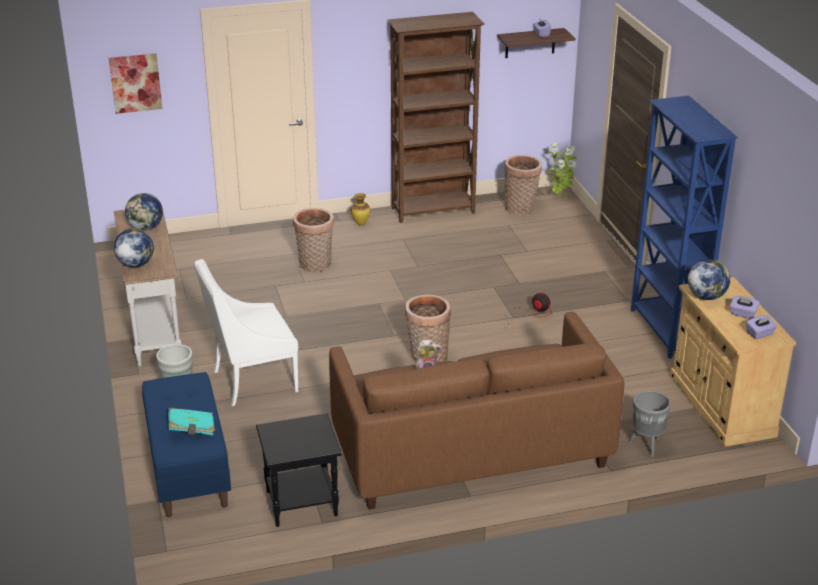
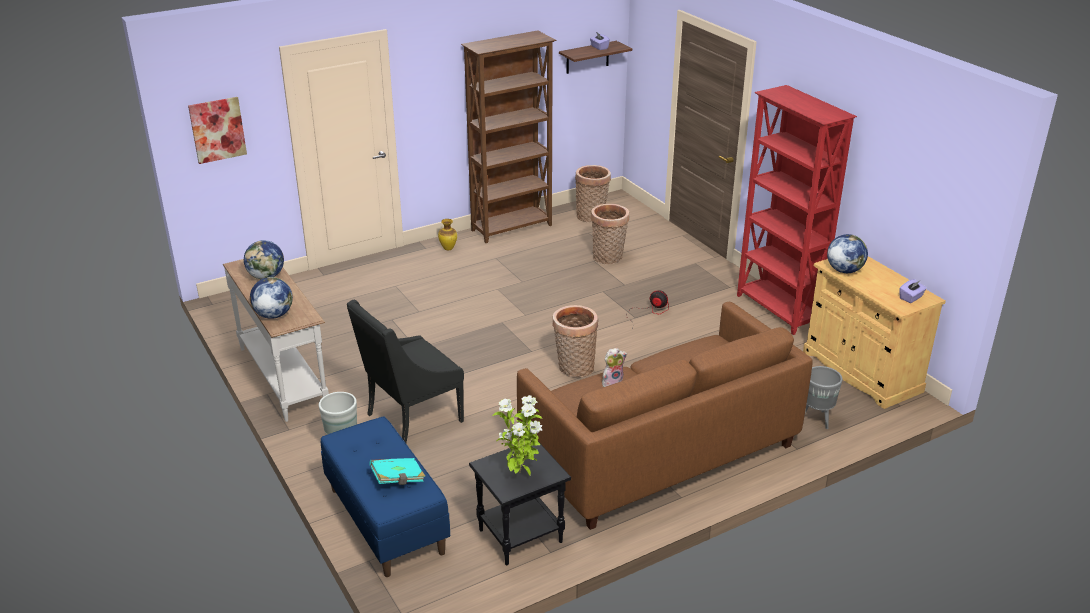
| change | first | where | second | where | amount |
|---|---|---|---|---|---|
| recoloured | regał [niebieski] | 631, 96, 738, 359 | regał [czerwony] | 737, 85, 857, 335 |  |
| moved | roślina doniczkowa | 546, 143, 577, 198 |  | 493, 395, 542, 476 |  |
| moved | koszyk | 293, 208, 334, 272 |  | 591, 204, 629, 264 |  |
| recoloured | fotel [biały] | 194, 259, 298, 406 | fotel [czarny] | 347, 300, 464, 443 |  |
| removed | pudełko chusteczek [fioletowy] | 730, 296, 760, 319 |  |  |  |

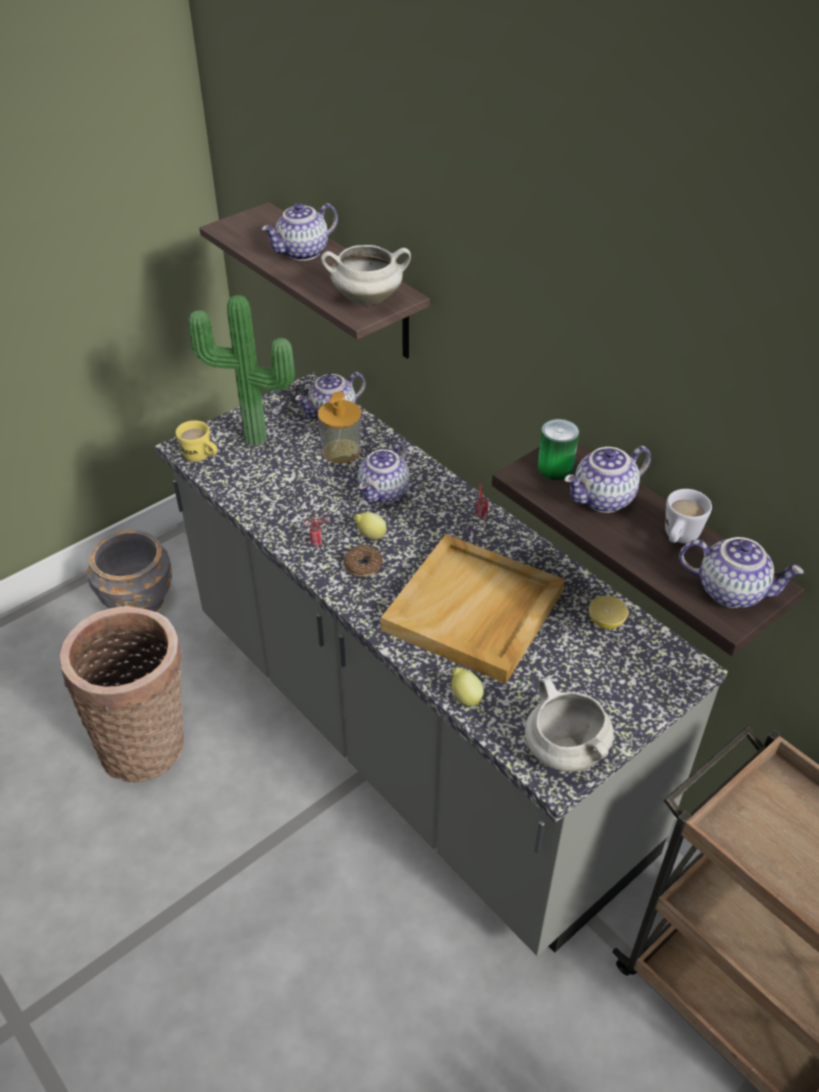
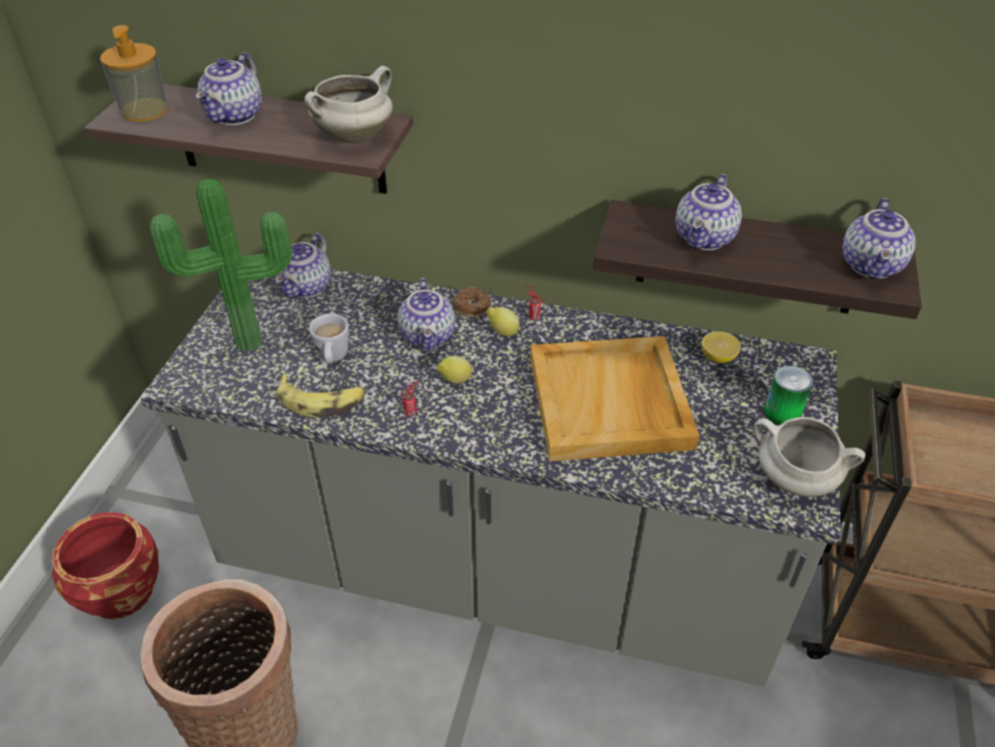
| change | first | where | second | where | amount |
|---|---|---|---|---|---|
| moved | dozownik mydła | 318, 392, 361, 463 |  | 100, 25, 168, 121 |  |
| moved | puszka | 537, 419, 579, 480 |  | 764, 366, 813, 425 |  |
| removed | kubek [żółty] | 175, 420, 218, 462 |  |  |  |
| moved | kubek [biały] | 665, 489, 712, 543 |  | 309, 314, 349, 364 |  |
| recoloured | donica [szary] | 87, 530, 172, 612 | donica [czerwony] | 52, 512, 159, 619 |  |
| turned | imbryk | 679, 537, 804, 608 |  | 843, 198, 916, 279 | 120 degrees clockwise |
| moved | donut | 343, 545, 383, 577 |  | 453, 287, 491, 317 |  |
| moved | cytryna | 451, 667, 484, 706 |  | 486, 307, 520, 337 |  |
| added |  |  | banan | 277, 374, 365, 418 |  |

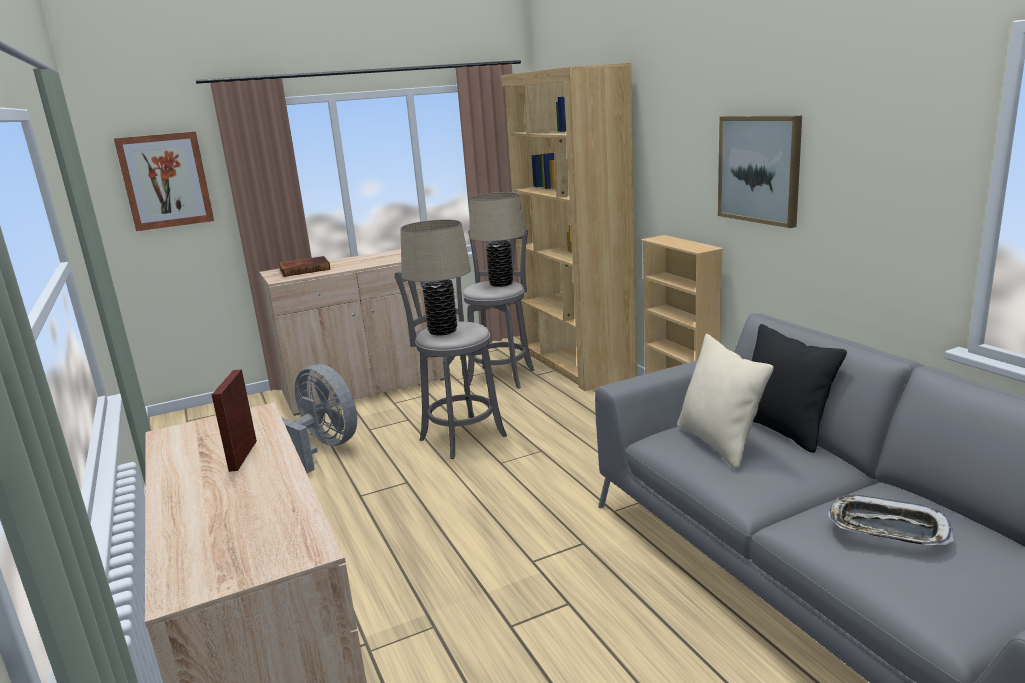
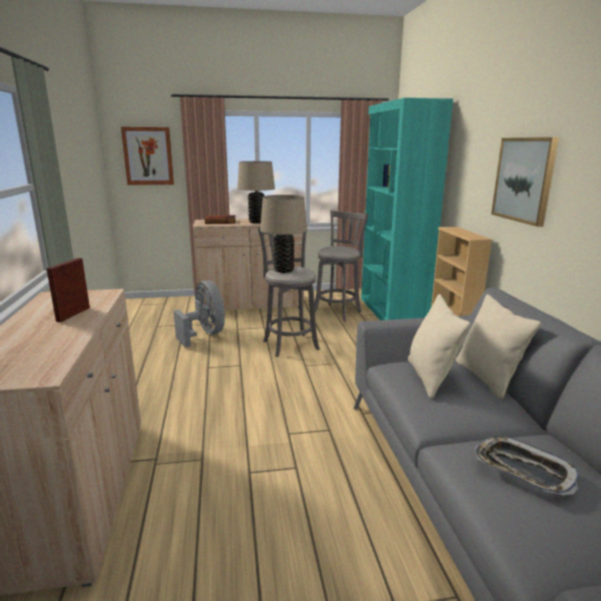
| change | first | where | second | where | amount |
|---|---|---|---|---|---|
| recoloured | regał [brązowy] | 501, 63, 637, 391 | regał [turkusowy] | 361, 98, 453, 320 |  |
| moved | lampa stołowa [beżowy] | 469, 192, 526, 287 |  | 237, 161, 275, 223 |  |
| recoloured | poduszka [czarny] | 752, 324, 847, 453 | poduszka [beżowy] | 456, 294, 541, 400 |  |

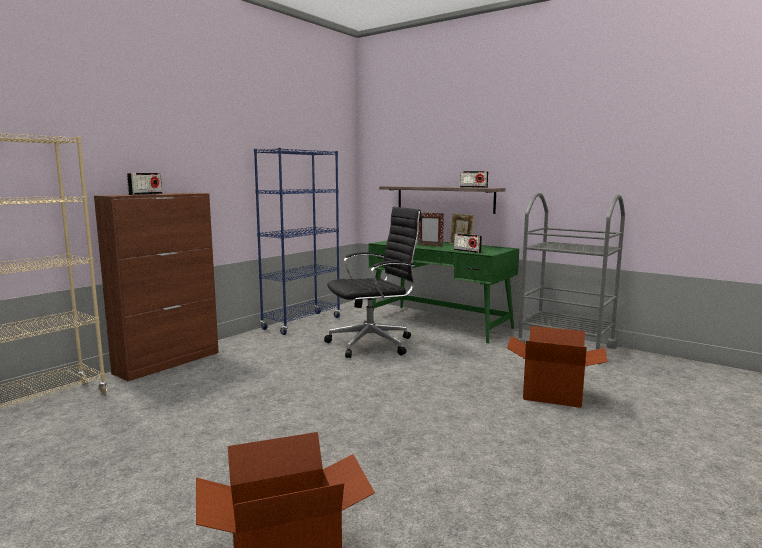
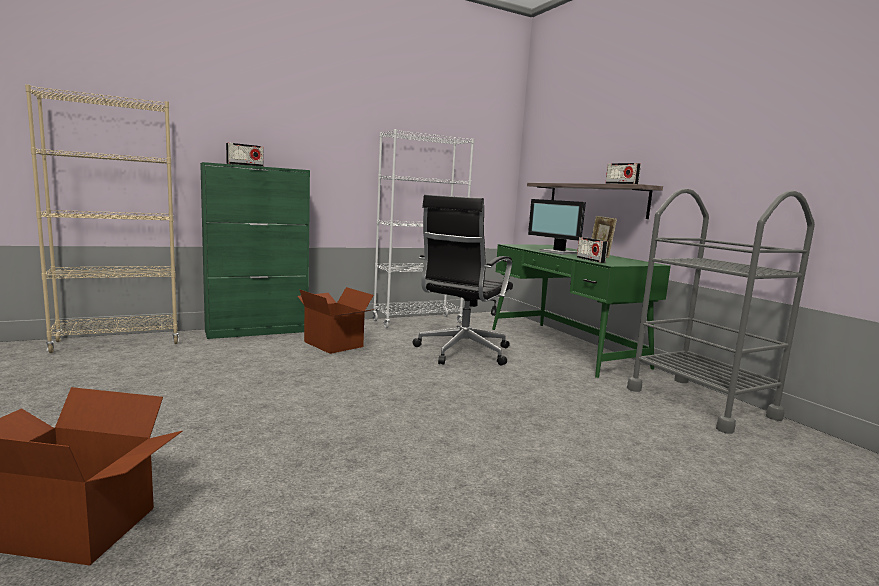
| change | first | where | second | where | amount |
|---|---|---|---|---|---|
| recoloured | regał [niebieski] | 254, 148, 341, 335 | regał [biały] | 373, 129, 474, 328 |  |
| recoloured | szafka [brązowy] | 94, 193, 219, 381 | szafka [zielony] | 200, 162, 310, 339 |  |
| turned | krzesło biurowe [czarny] | 324, 207, 422, 358 |  | 413, 195, 513, 366 | 120 degrees clockwise |
| replaced | ramka na zdjęcie | 417, 213, 444, 247 | monitor | 528, 199, 586, 255 |  |
| moved | karton | 507, 326, 608, 408 |  | 298, 287, 374, 354 |  |

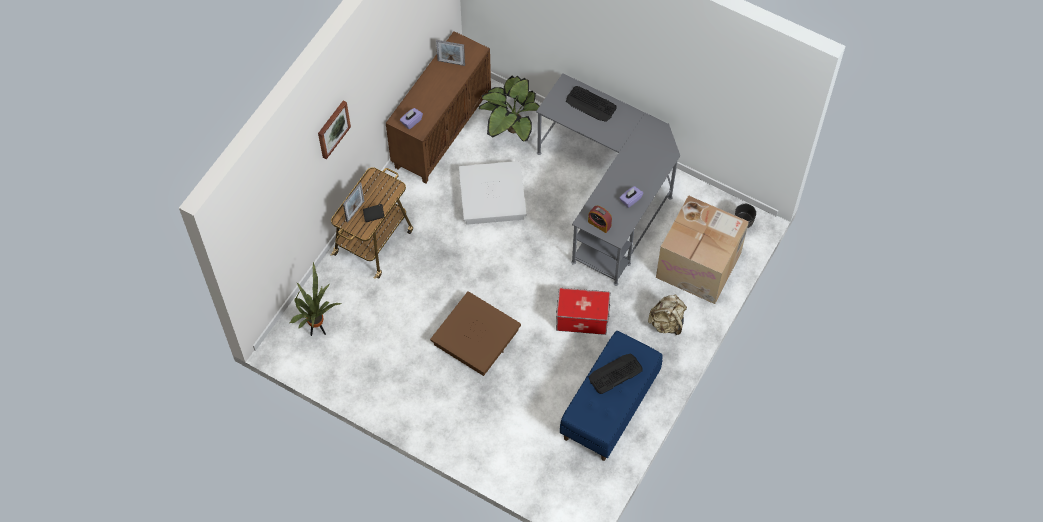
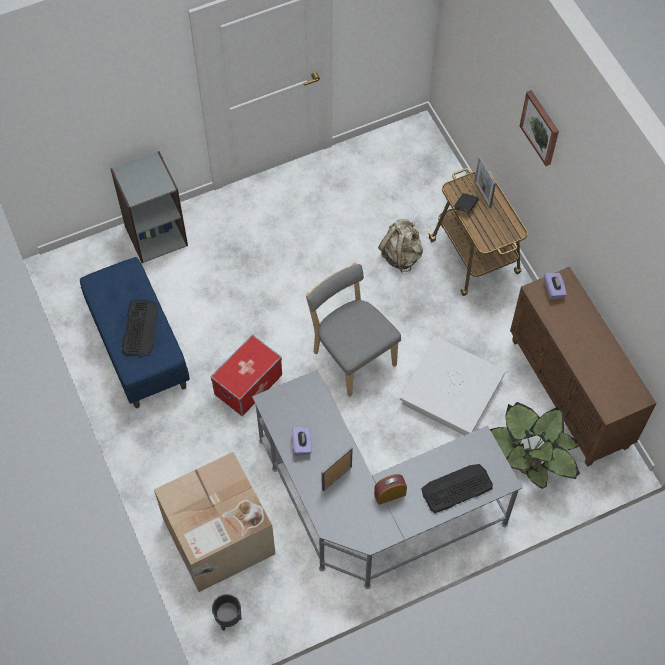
| change | first | where | second | where | amount |
|---|---|---|---|---|---|
| moved | ramka na zdjęcie | 436, 40, 465, 66 |  | 321, 447, 353, 491 |  |
| moved | budzik | 588, 206, 612, 233 |  | 374, 474, 407, 505 |  |
| removed | roślina doniczkowa | 290, 262, 341, 336 |  |  |  |
| removed | pojemnik do przechowywania [brązowy] | 430, 291, 521, 376 |  |  |  |
| moved | plecak [beżowy] | 648, 295, 687, 335 |  | 378, 219, 423, 273 |  |
| added |  |  | regał [szary] | 110, 151, 188, 263 |  |
| added |  |  | krzesło [szary] | 306, 263, 401, 397 |  |

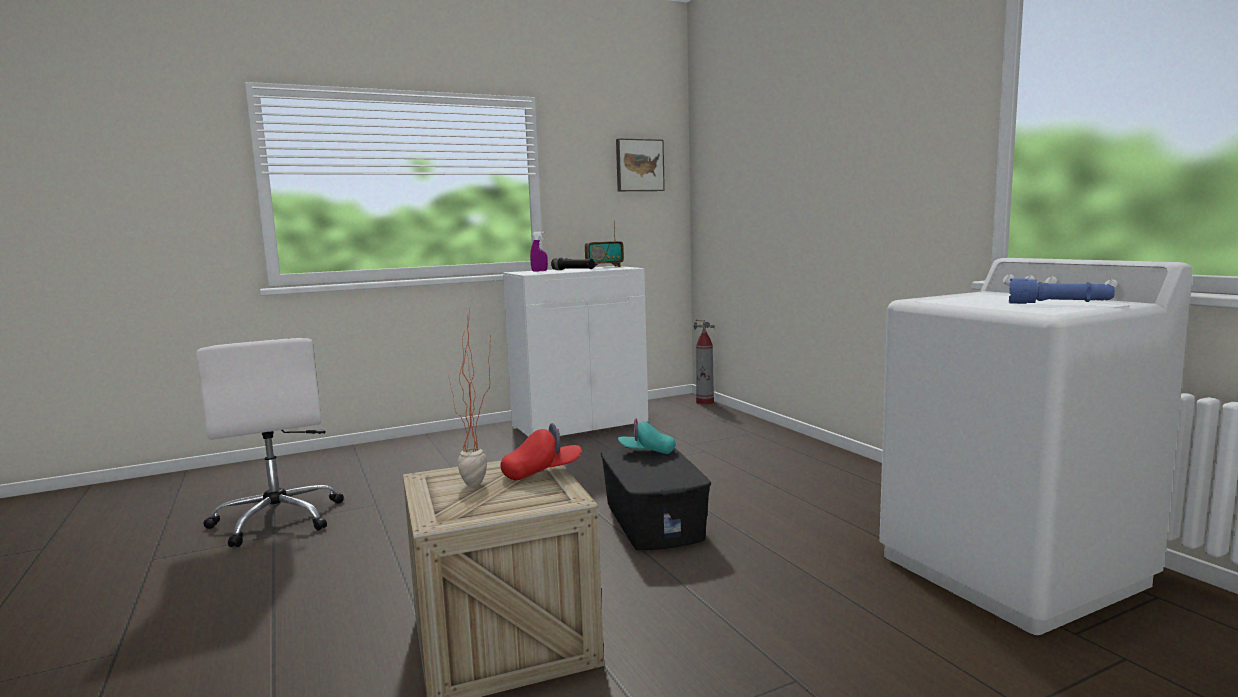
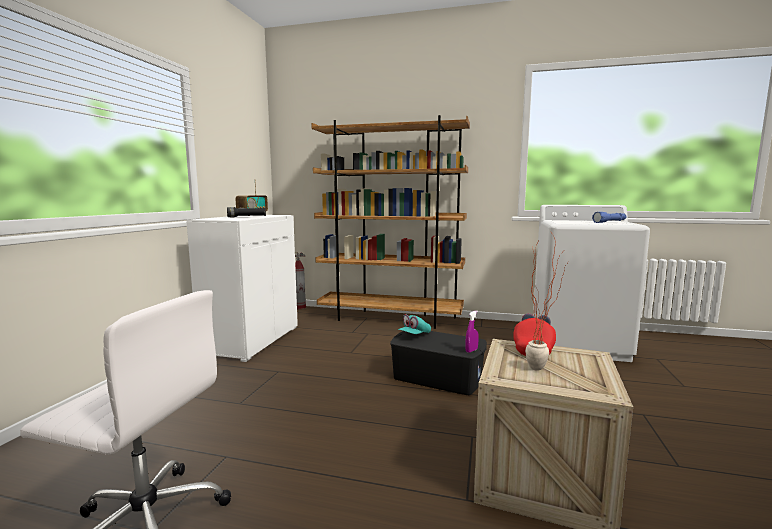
| change | first | where | second | where | amount |
|---|---|---|---|---|---|
| removed | obraz | 616, 138, 665, 191 |  |  |  |
| moved | spryskiwacz [fioletowy] | 530, 231, 548, 272 |  | 465, 311, 479, 353 |  |
| added |  |  | regał [brązowy] | 311, 115, 470, 329 |  |

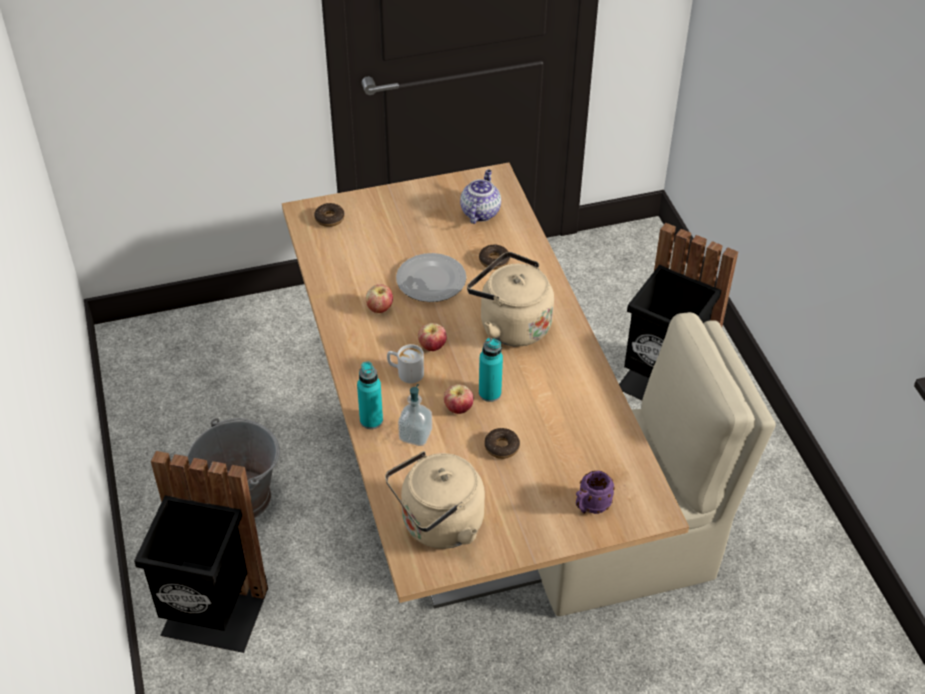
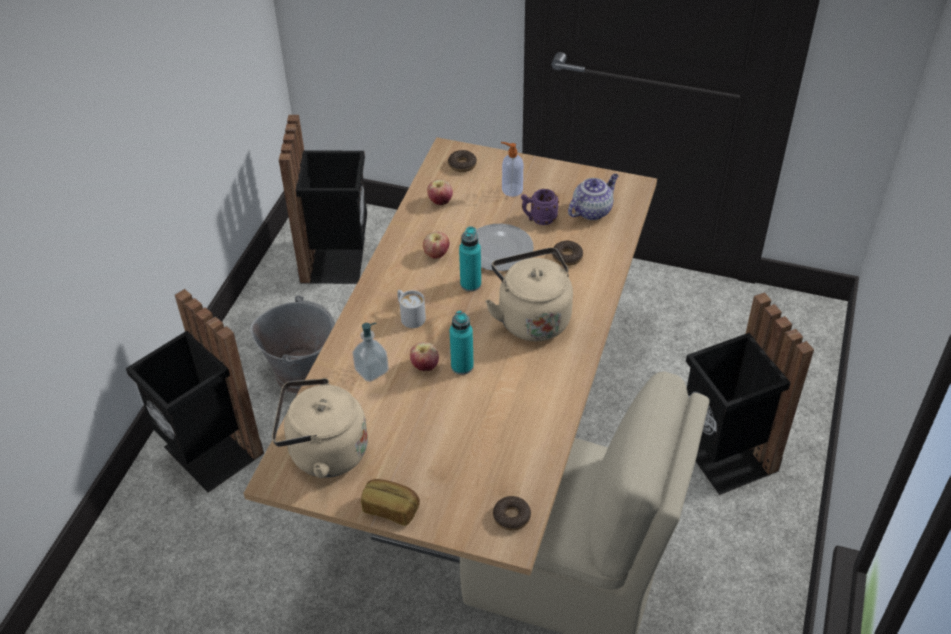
| change | first | where | second | where | amount |
|---|---|---|---|---|---|
| moved | jabłko | 418, 323, 447, 351 |  | 427, 179, 453, 205 |  |
| moved | butelka [turkusowy] | 357, 362, 383, 429 |  | 459, 226, 481, 292 |  |
| moved | donut | 484, 428, 520, 459 |  | 493, 496, 531, 531 |  |
| moved | kubek [fioletowy] | 576, 471, 615, 514 |  | 521, 189, 559, 225 |  |
| added |  |  | kosz na śmieci [czarny] | 279, 115, 367, 284 |  |
| added |  |  | dozownik mydła | 501, 142, 523, 197 |  |
| added |  |  | chleb | 361, 479, 420, 526 |  |

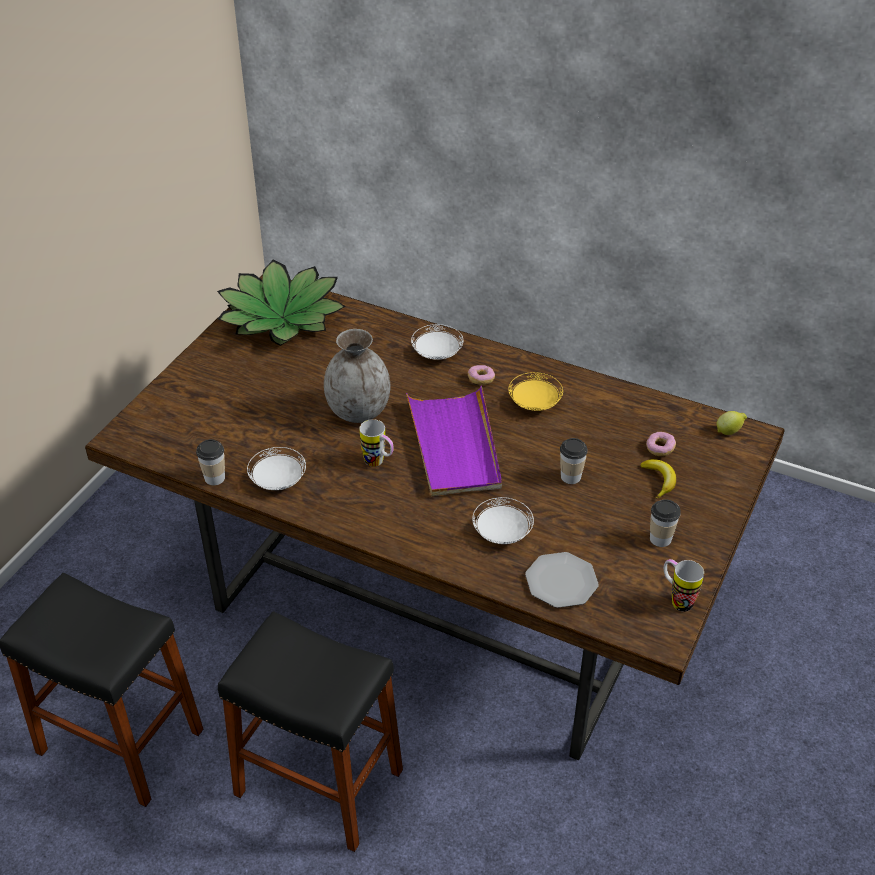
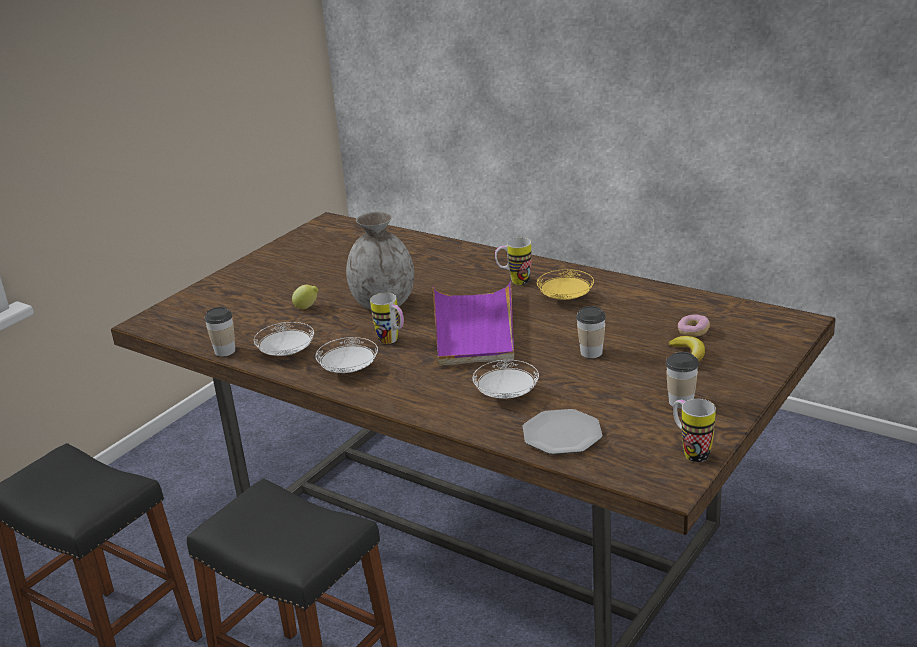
| change | first | where | second | where | amount |
|---|---|---|---|---|---|
| removed | roślina doniczkowa | 217, 259, 346, 346 |  |  |  |
| moved | talerz [biały] | 411, 324, 463, 360 |  | 315, 337, 378, 373 |  |
| replaced | donut | 468, 365, 495, 385 | kubek | 495, 238, 532, 285 |  |
| moved | cytryna | 717, 411, 747, 435 |  | 292, 285, 319, 309 |  |

